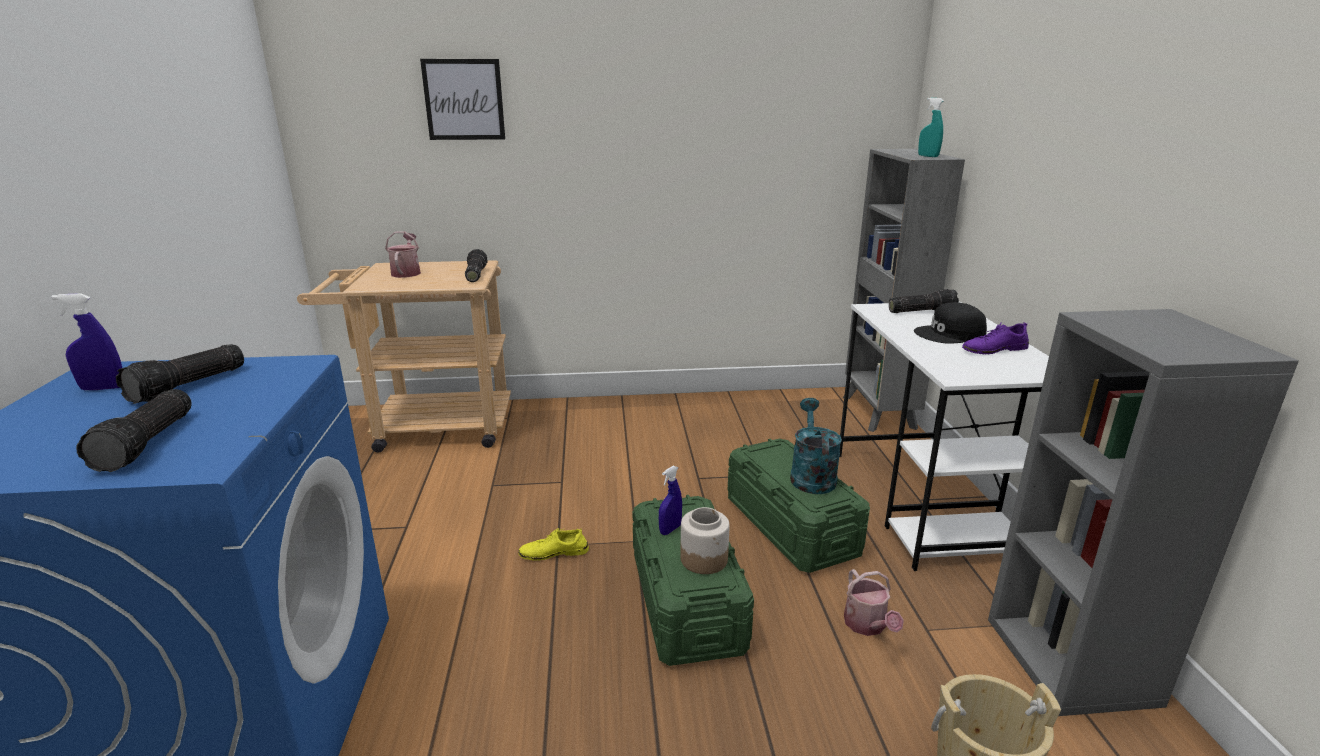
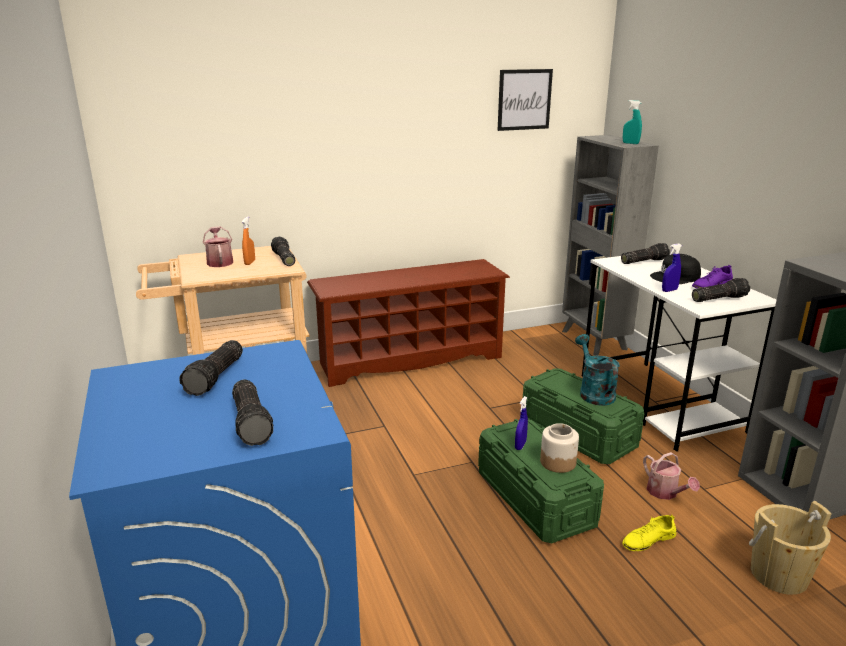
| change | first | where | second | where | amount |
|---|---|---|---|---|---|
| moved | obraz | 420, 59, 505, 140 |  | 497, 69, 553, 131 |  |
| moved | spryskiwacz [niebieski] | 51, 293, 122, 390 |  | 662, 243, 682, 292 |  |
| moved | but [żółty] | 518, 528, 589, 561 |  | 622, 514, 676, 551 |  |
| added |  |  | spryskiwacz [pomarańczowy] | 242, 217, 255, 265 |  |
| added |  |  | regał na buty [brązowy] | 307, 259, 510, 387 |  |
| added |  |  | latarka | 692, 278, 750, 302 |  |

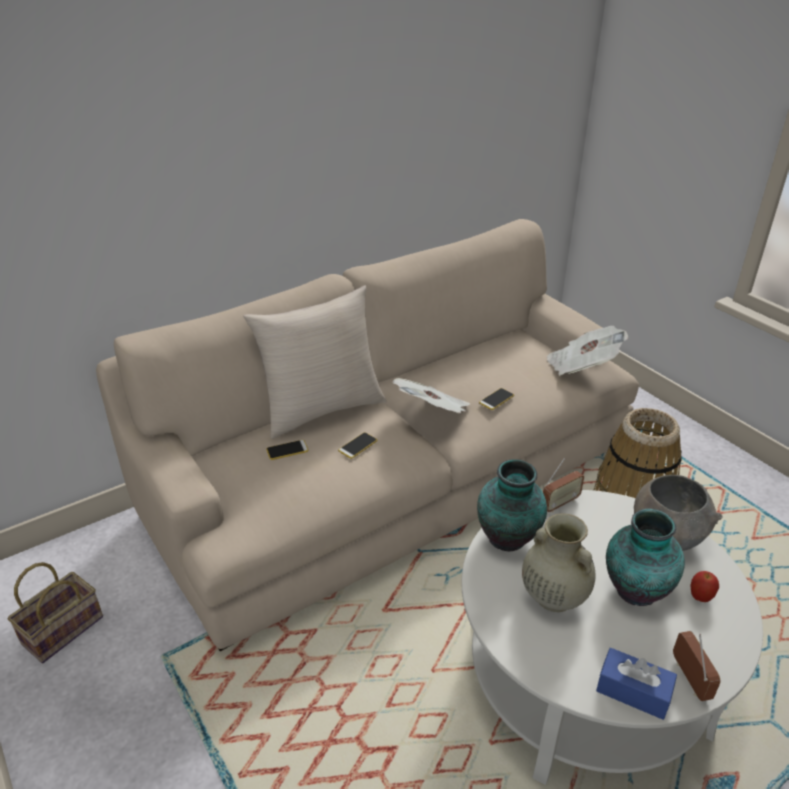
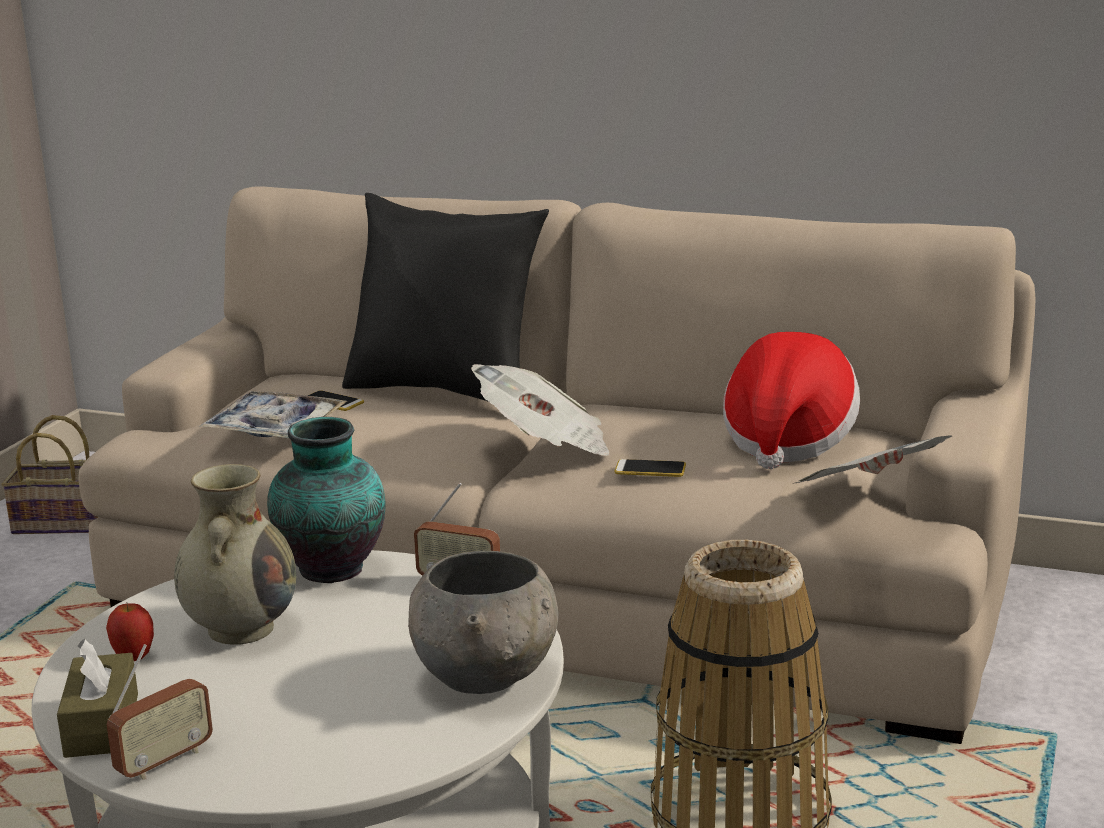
| change | first | where | second | where | amount |
|---|---|---|---|---|---|
| recoloured | poduszka [beżowy] | 243, 285, 387, 439 | poduszka [czarny] | 342, 193, 549, 402 |  |
| removed | telefon | 338, 432, 378, 459 |  |  |  |
| removed | wazon | 606, 508, 685, 606 |  |  |  |
| moved | jabłko | 691, 571, 719, 602 |  | 106, 603, 154, 661 |  |
| recoloured | pudełko chusteczek [niebieski] | 596, 648, 677, 720 | pudełko chusteczek [brązowy] | 57, 639, 138, 758 |  |
| added |  |  | kapelusz | 723, 332, 860, 469 |  |
| added |  |  | taca | 199, 391, 347, 438 |  |

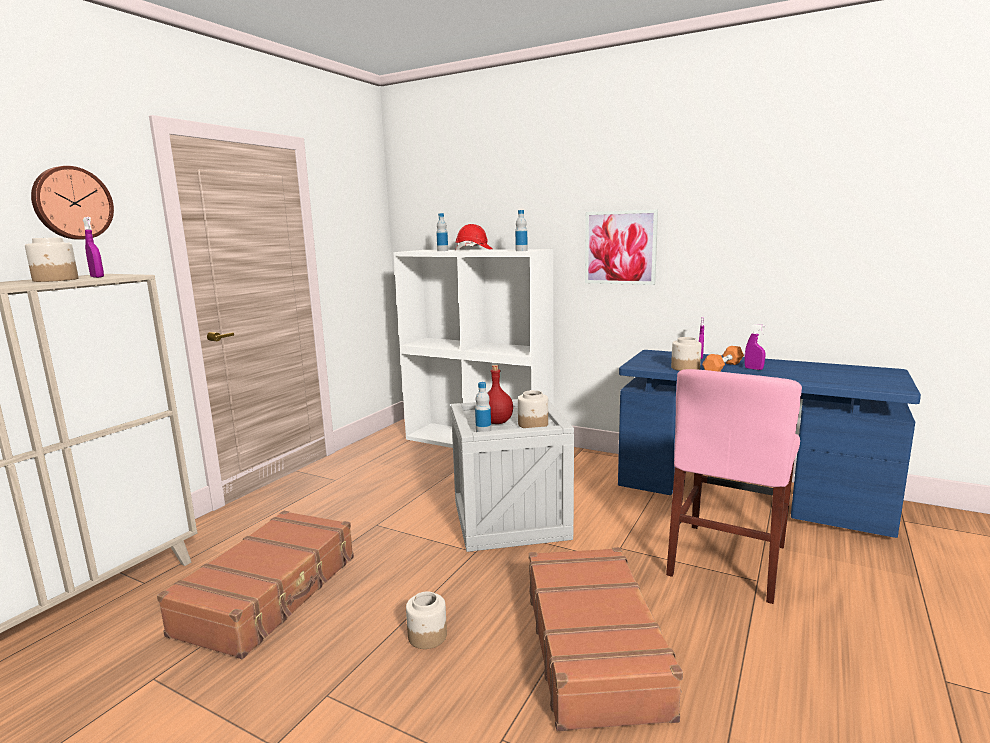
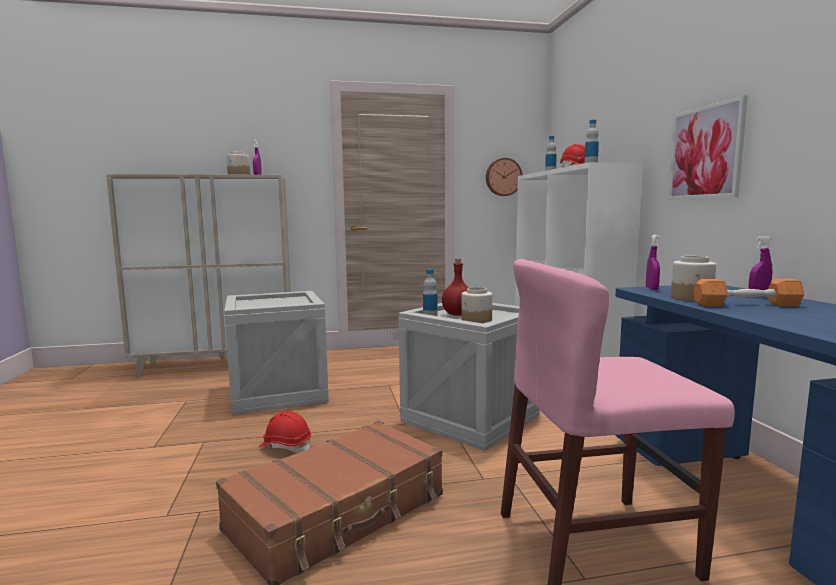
| change | first | where | second | where | amount |
|---|---|---|---|---|---|
| moved | zegar ścienny | 31, 166, 114, 240 |  | 486, 158, 523, 196 |  |
| moved | spryskiwacz [fioletowy] | 744, 324, 765, 370 |  | 646, 235, 660, 290 |  |
| replaced | walizka [brązowy] | 157, 511, 354, 659 | skrzynka | 224, 291, 329, 415 |  |
| replaced | słoik | 406, 591, 447, 649 | kask [czerwony] | 259, 411, 311, 453 |  |

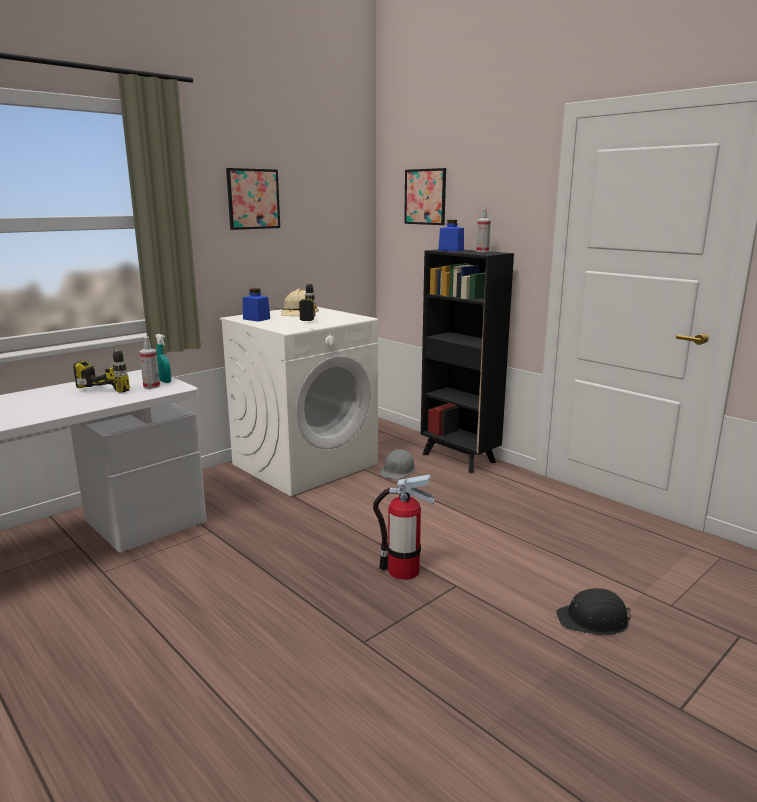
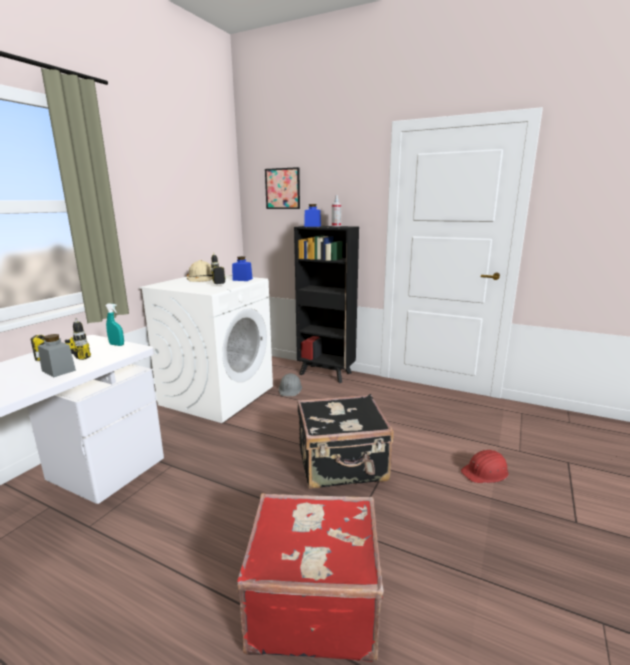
| change | first | where | second | where | amount |
|---|---|---|---|---|---|
| removed | obraz | 226, 168, 280, 230 |  |  |  |
| moved | słoik [niebieski] | 243, 288, 270, 322 |  | 232, 256, 253, 281 |  |
| removed | spryskiwacz | 139, 337, 160, 389 |  |  |  |
| replaced | gaśnica | 373, 474, 434, 580 | walizka [czarny] | 297, 394, 394, 489 |  |
| recoloured | kask [czarny] | 556, 588, 631, 635 | kask [czerwony] | 461, 450, 509, 483 |  |
| added |  |  | słoik [szary] | 38, 334, 76, 377 |  |
| added |  |  | walizka [czerwony] | 236, 493, 384, 662 |  |

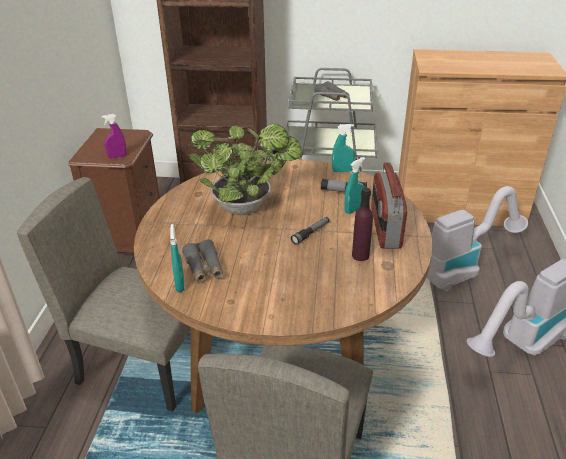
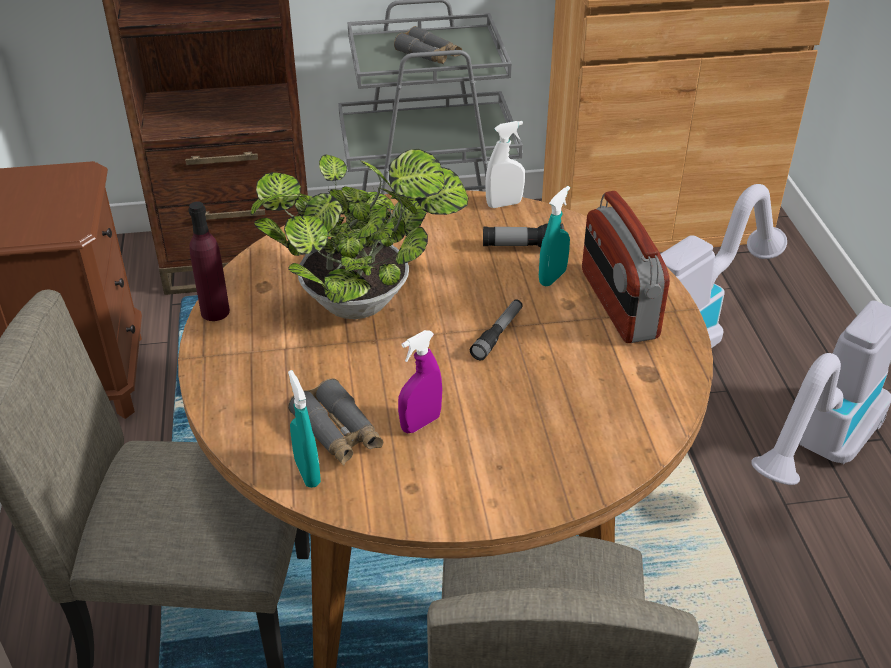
| change | first | where | second | where | amount |
|---|---|---|---|---|---|
| moved | spryskiwacz [fioletowy] | 101, 114, 127, 159 |  | 398, 330, 442, 433 |  |
| recoloured | spryskiwacz [turkusowy] | 332, 124, 355, 172 | spryskiwacz [biały] | 485, 121, 525, 208 |  |
| moved | butelka [fioletowy] | 352, 187, 373, 261 |  | 189, 202, 230, 321 |  |

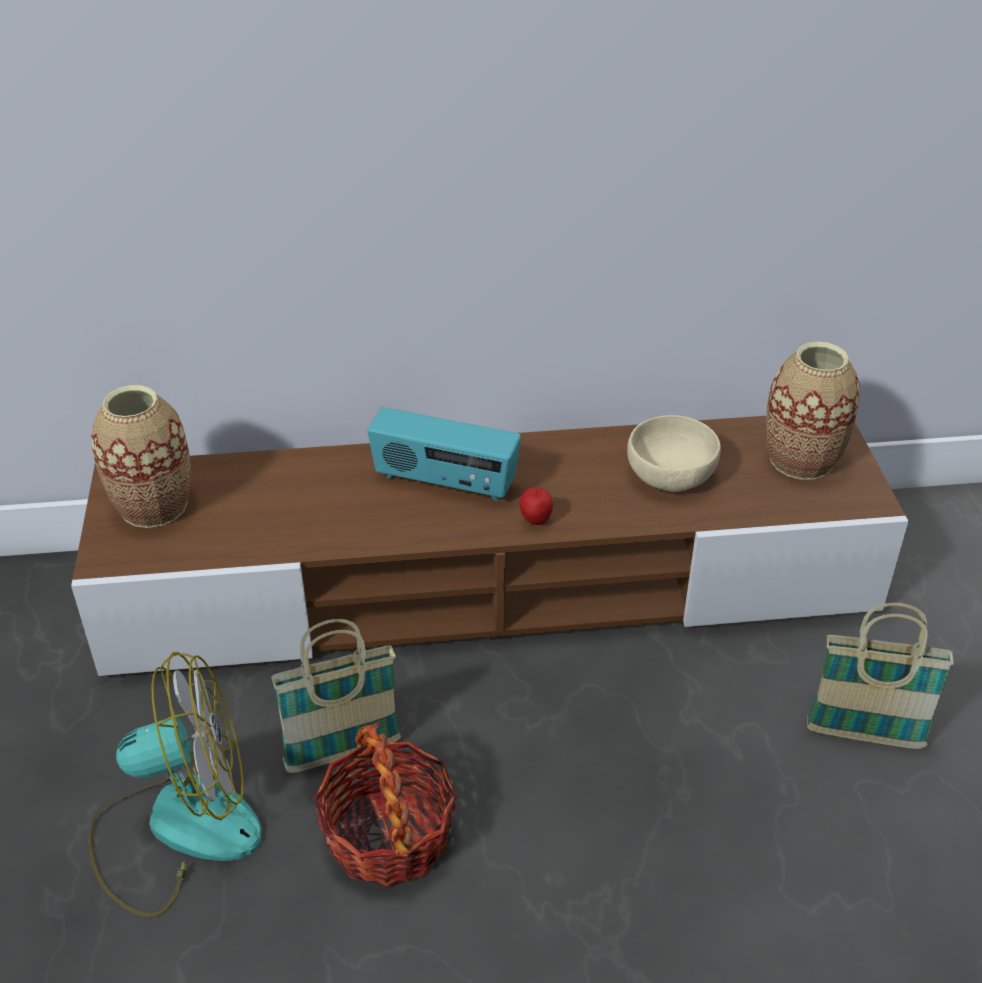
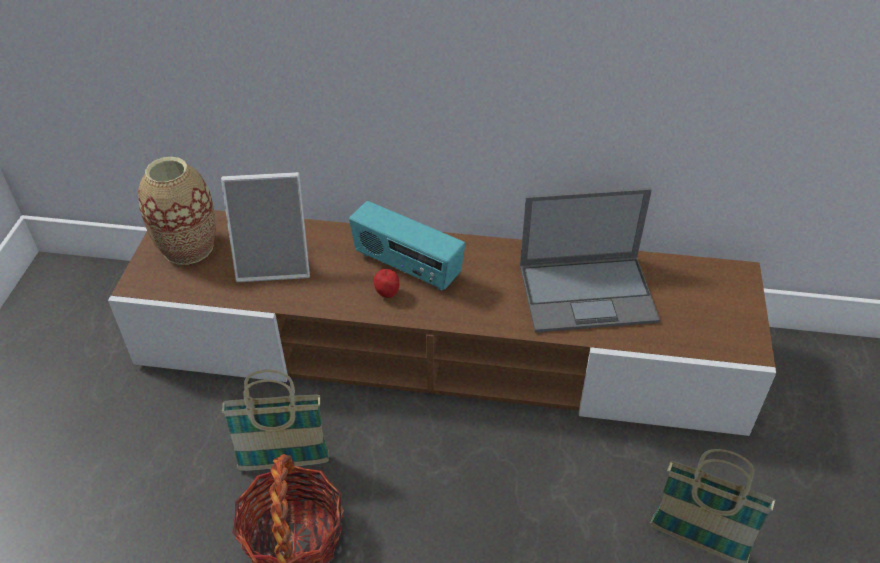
| change | first | where | second | where | amount |
|---|---|---|---|---|---|
| removed | wazon | 766, 342, 860, 480 |  |  |  |
| replaced | miska [beżowy] | 627, 415, 721, 492 | laptop | 520, 187, 660, 332 |  |
| moved | jabłko | 519, 486, 553, 525 |  | 374, 268, 399, 298 |  |
| removed | wentylator | 88, 652, 262, 918 |  |  |  |
| added |  |  | ramka na zdjęcie | 221, 172, 310, 282 |  |

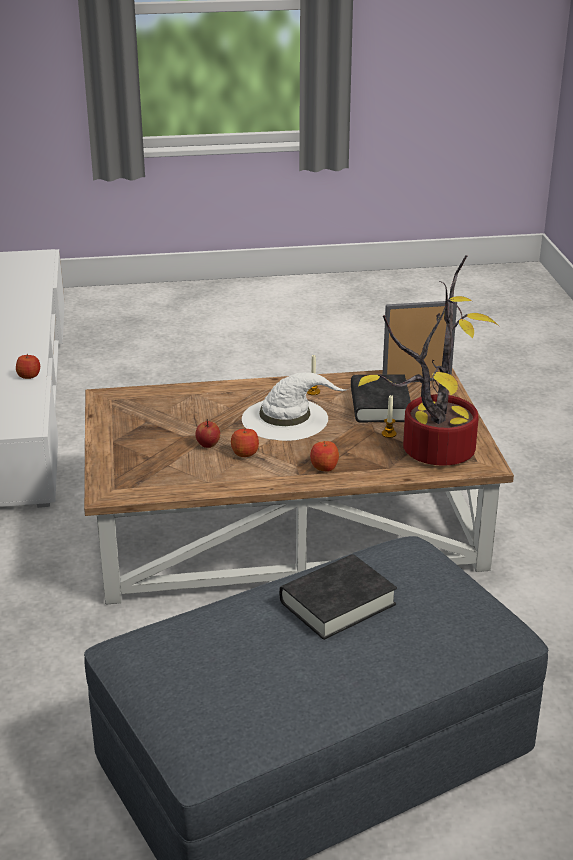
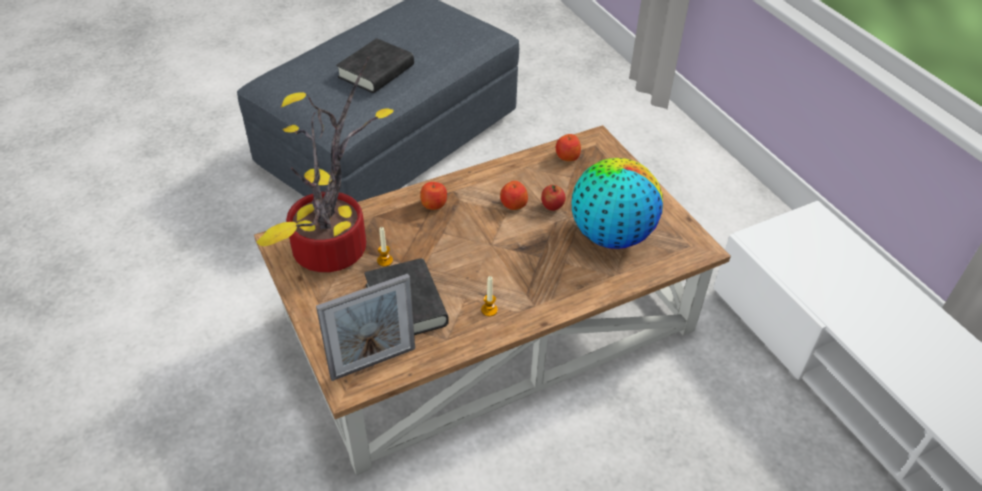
| change | first | where | second | where | amount |
|---|---|---|---|---|---|
| moved | jabłko | 16, 354, 40, 379 |  | 556, 134, 581, 161 |  |
| removed | kapelusz [biały] | 242, 372, 346, 441 |  |  |  |
| added |  |  | globus | 571, 158, 663, 249 |  |

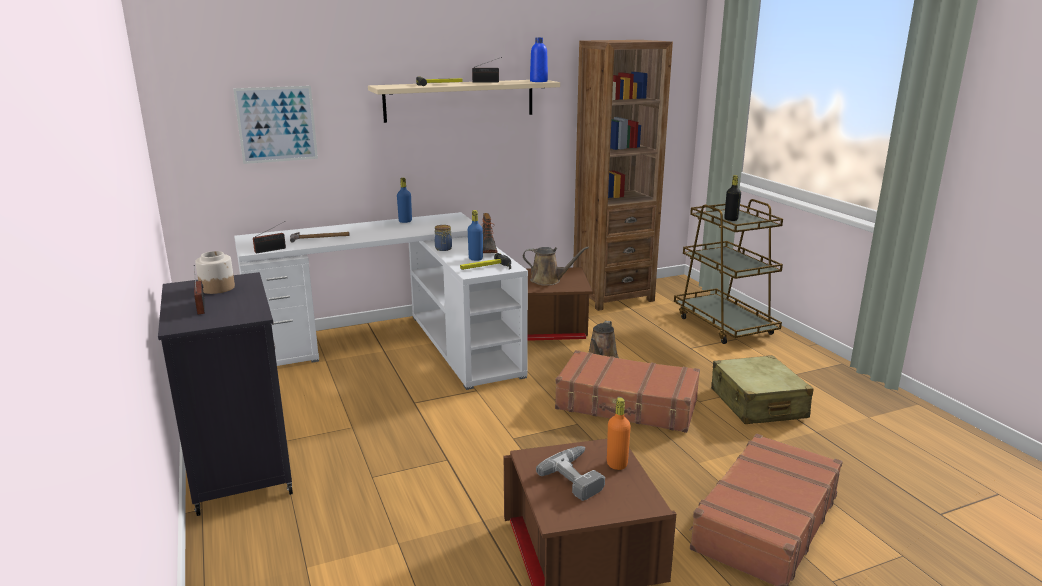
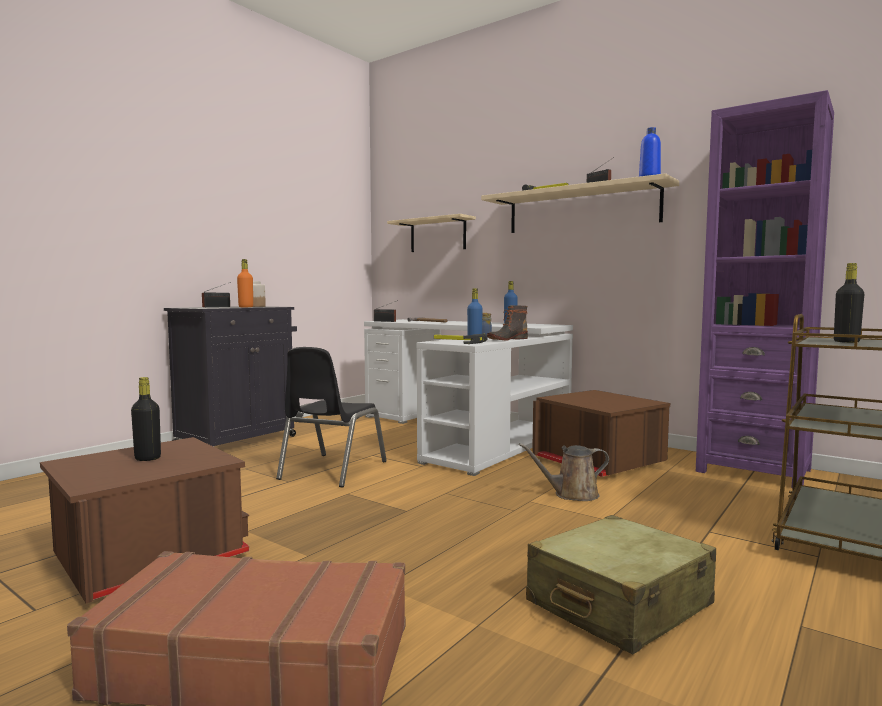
| change | first | where | second | where | amount |
|---|---|---|---|---|---|
| recoloured | regał [brązowy] | 573, 40, 673, 311 | regał [fioletowy] | 696, 90, 834, 488 |  |
| replaced | obraz | 233, 86, 318, 164 | półka [beżowy] | 387, 214, 476, 252 |  |
| removed | konewka [brązowy] | 523, 247, 589, 286 |  |  |  |
| removed | walizka [brązowy] | 555, 350, 700, 433 |  |  |  |
| moved | butelka [pomarańczowy] | 607, 398, 631, 470 |  | 237, 259, 253, 307 |  |
| replaced | wiertarka | 536, 446, 605, 501 | butelka [czarny] | 131, 377, 161, 461 |  |
| added |  |  | krzesło [czarny] | 276, 347, 387, 487 |  |

